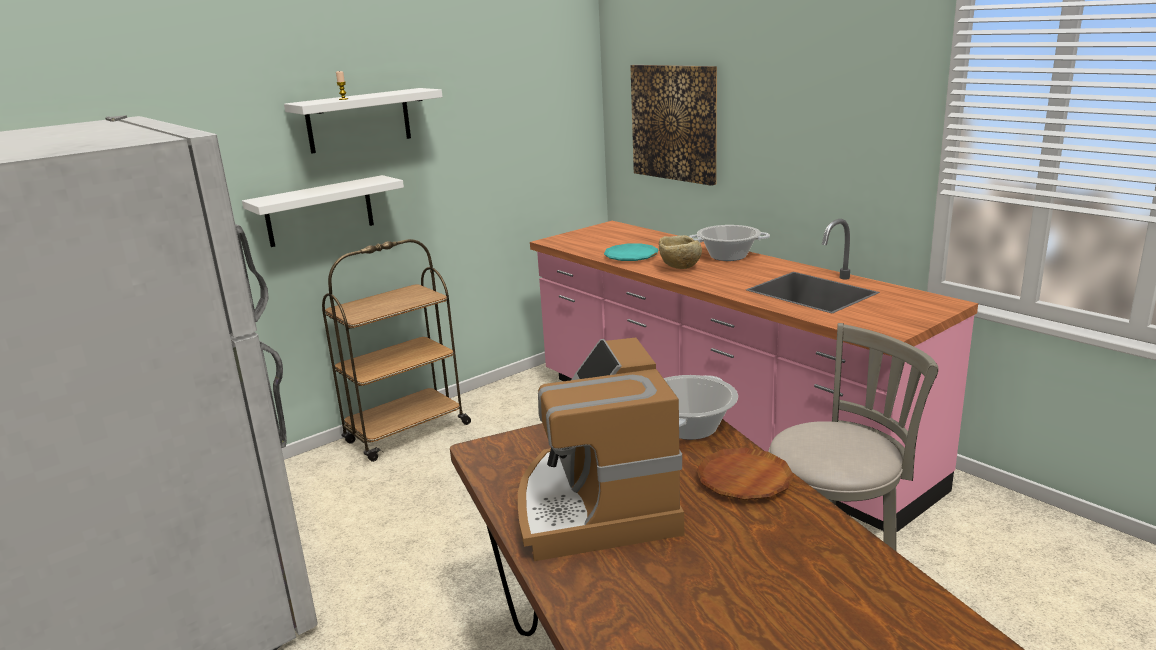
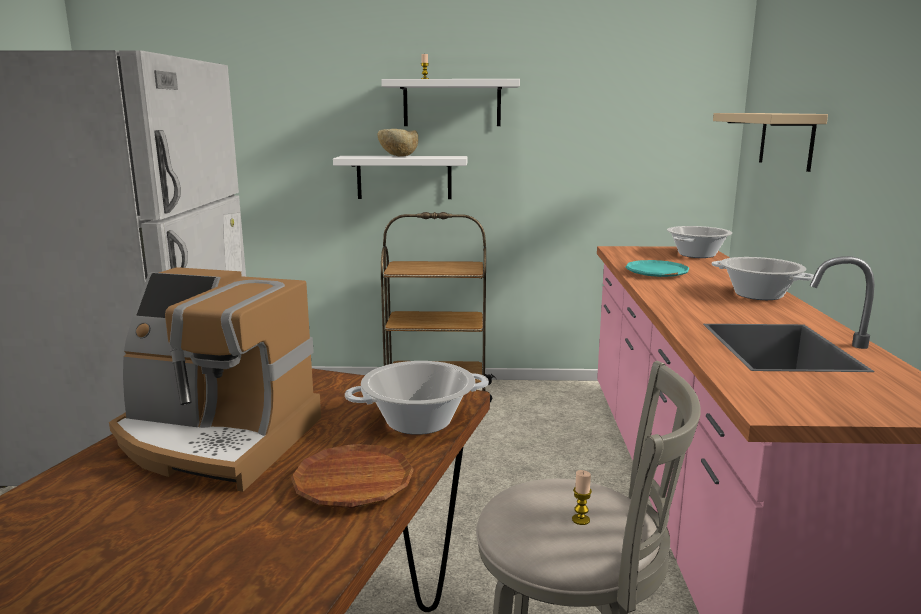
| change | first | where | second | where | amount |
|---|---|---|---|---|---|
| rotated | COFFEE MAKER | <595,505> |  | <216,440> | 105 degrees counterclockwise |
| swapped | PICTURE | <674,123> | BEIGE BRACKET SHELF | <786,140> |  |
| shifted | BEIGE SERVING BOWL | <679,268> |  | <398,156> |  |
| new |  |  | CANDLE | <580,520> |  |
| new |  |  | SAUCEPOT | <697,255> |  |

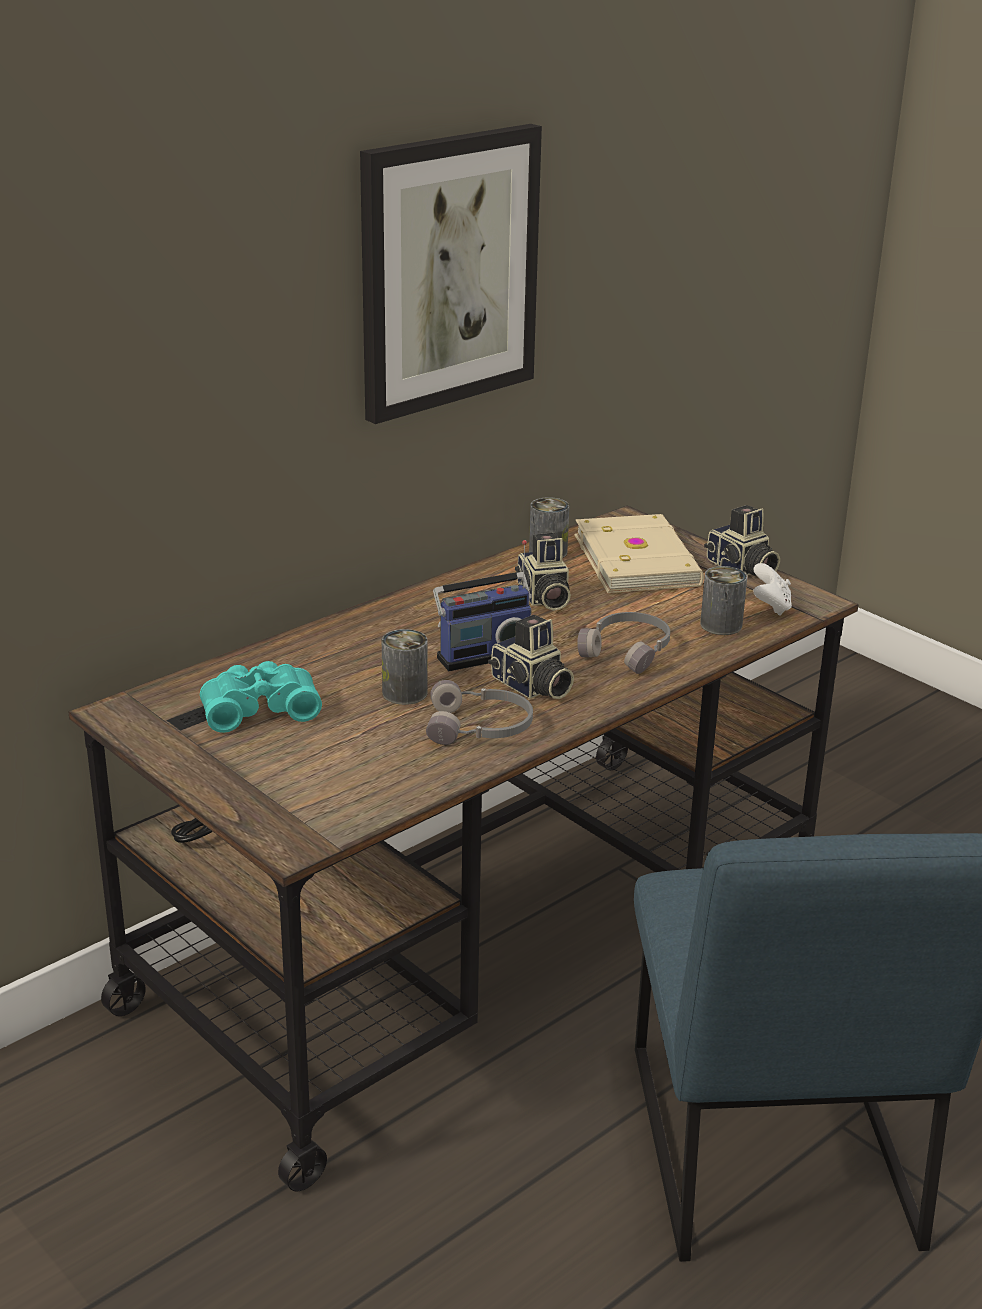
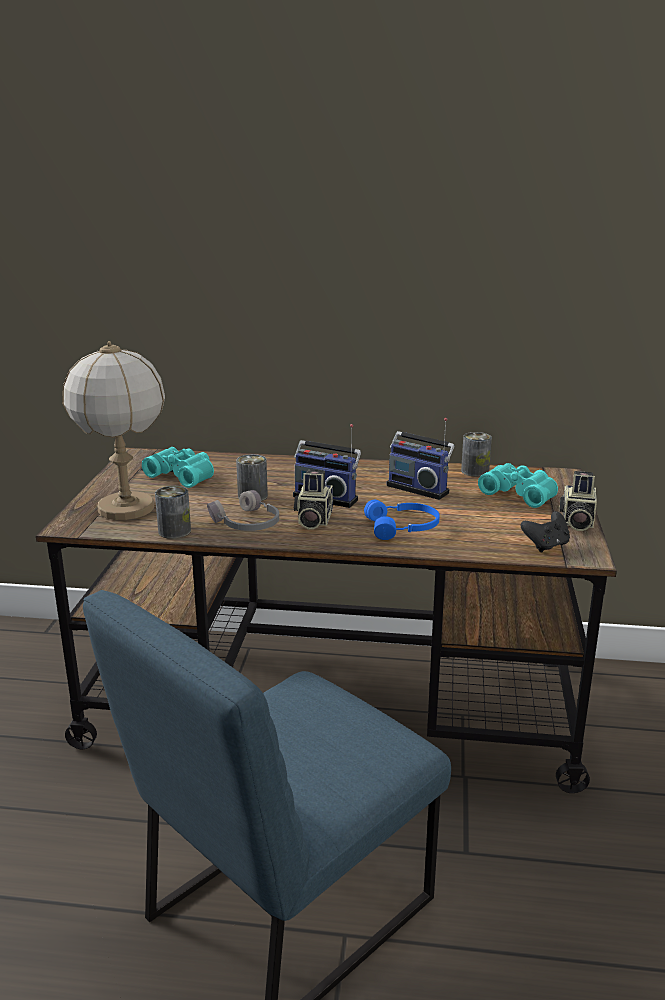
| change | first | where | second | where | amount |
|---|---|---|---|---|---|
| gone | PICTURE | <448,271> |  |  |  |
| swapped | STILL CAMERA | <543,598> | RADIO | <419,488> |  |
| swapped | BEIGE VOLUME | <639,560> | TURQUOISE-COLOURED PAIR OF BINOCULARS | <520,493> |  |
| repainted | GREYISH PAIR OF HEADPHONES | <628,651> | BLUISH PAIR OF HEADPHONES | <403,528> |  |
| shifted | CAN | <721,625> |  | <174,531> |  |
| repainted | WHITISH GAMEPAD | <770,607> | BLACKISH GAMEPAD | <546,546> |  |
| new |  |  | TABLETOP LAMP | <125,508> |  |

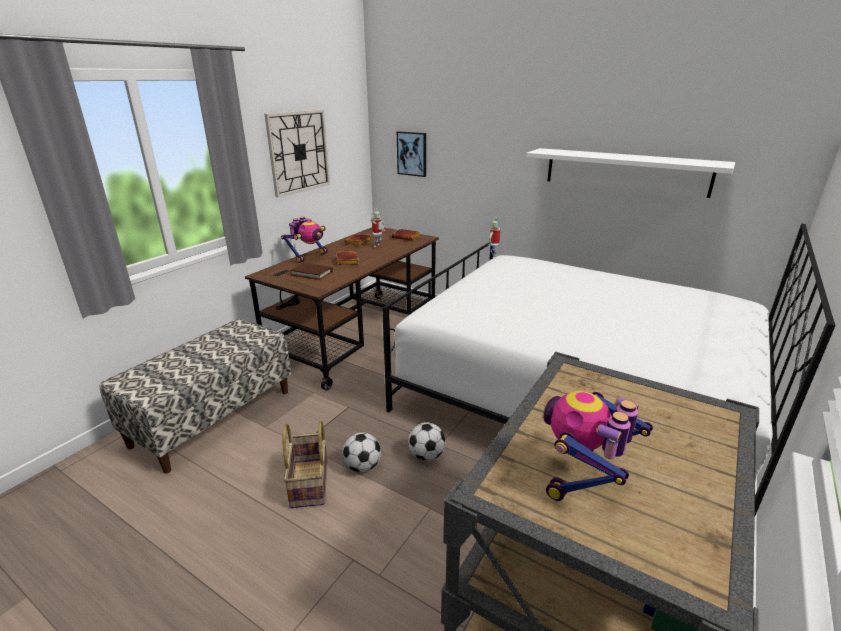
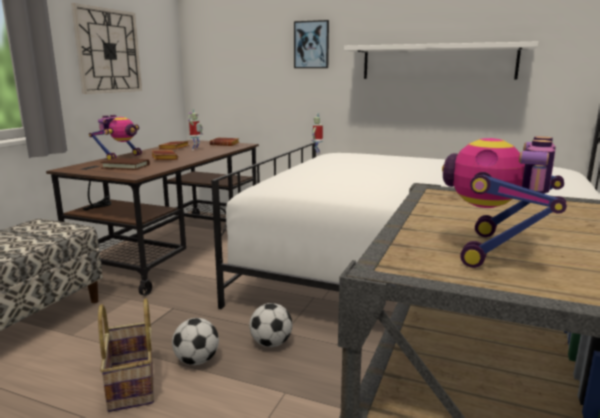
| change | first | where | second | where | amount |
|---|---|---|---|---|---|
| shifted | PICTURE | <412,154> |  | <311,44> |  |

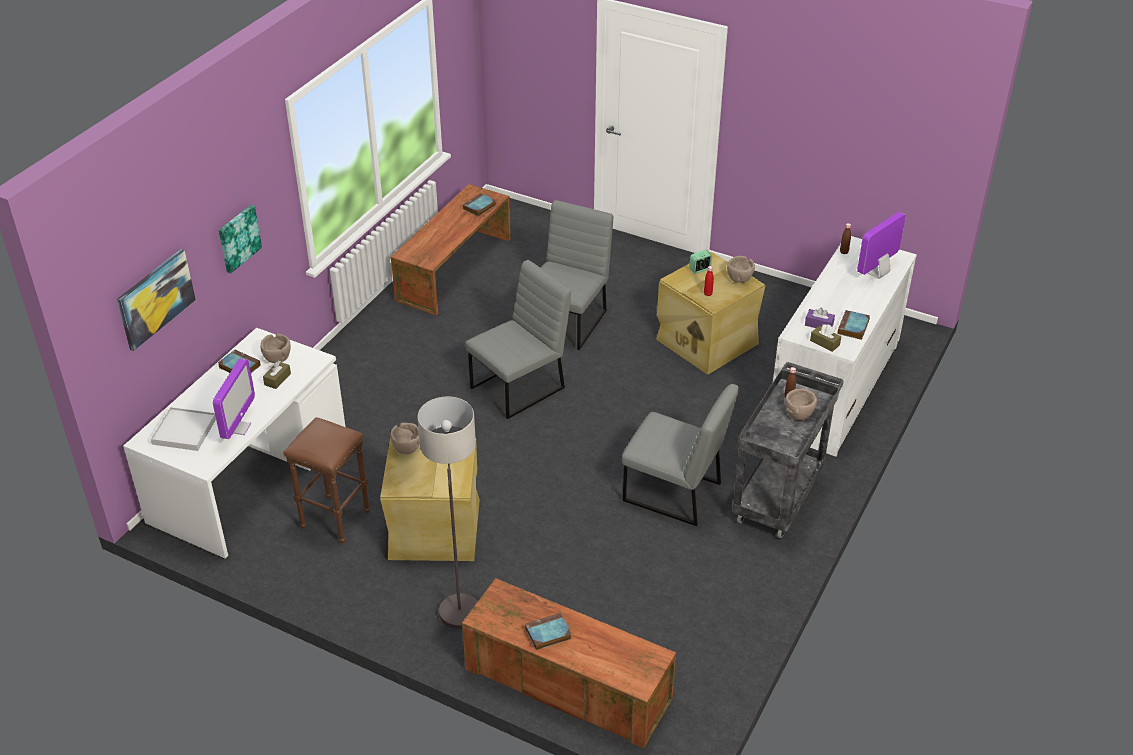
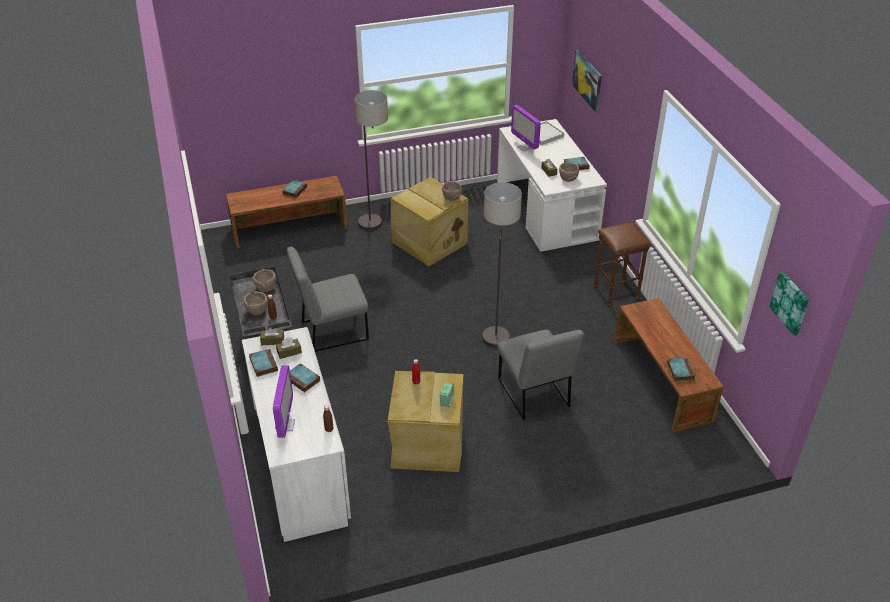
| change | first | where | second | where | amount |
|---|---|---|---|---|---|
| shifted | PICTURE | <238,238> |  | <790,303> |  |
| shifted | BROWN STOOL SEAT | <335,520> |  | <615,293> |  |
| swapped | GREYISH PLAIN CHAIR | <520,387> | GREYISH STANDING LAMP | <496,332> |  |
| shifted | BROWN SERVING BOWL | <739,278> |  | <266,287> |  |
| repainted | PURPLE TISSUE BOX | <819,324> | BROWN TISSUE BOX | <289,352> |  |
| new |  |  | VOLUME | <303,380> |  |

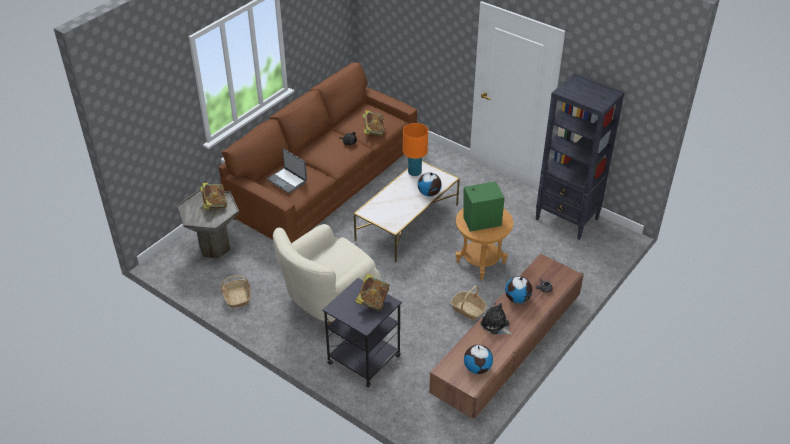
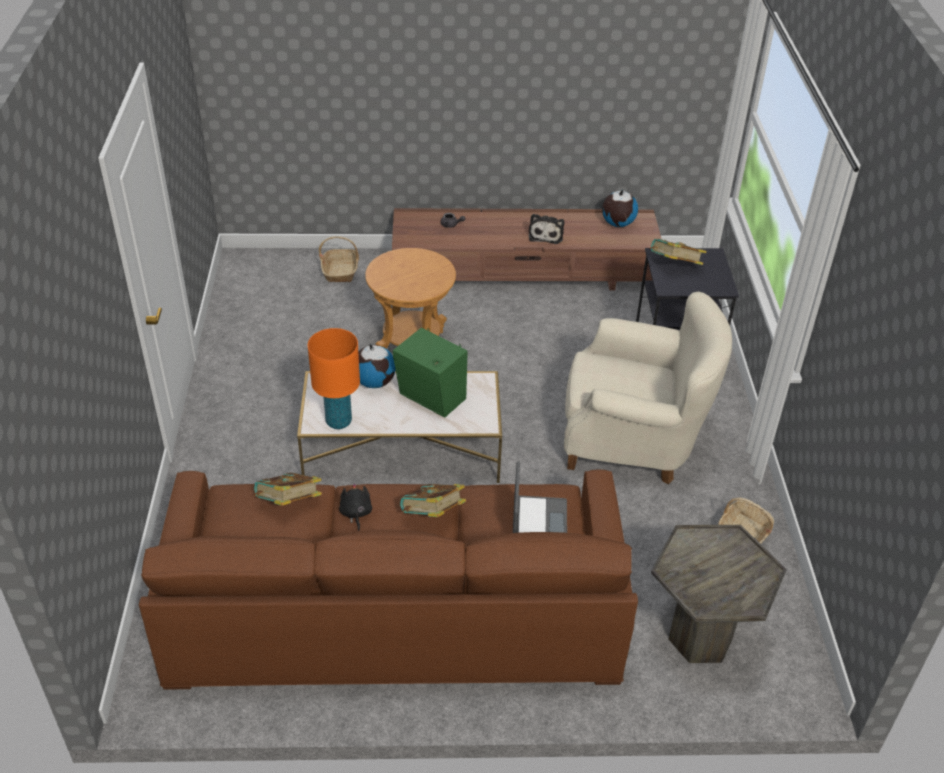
| change | first | where | second | where | amount |
|---|---|---|---|---|---|
| shifted | VOLUME | <214,204> |  | <432,515> |  |
| shifted | HOUSEHOLD BASKET | <468,309> |  | <340,271> |  |
| shifted | GREEN-COLOURED LOUDSPEAKER | <481,220> |  | <431,398> |  |
| gone | DESK GLOBE | <517,299> |  |  |  |
| gone | BLACKISH BOOKCASE | <567,219> |  |  |  |

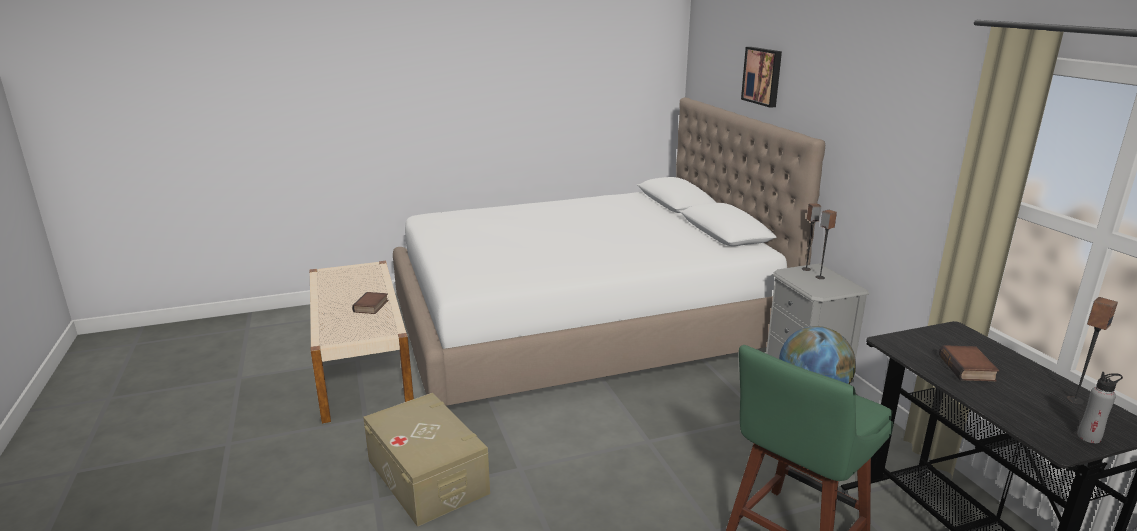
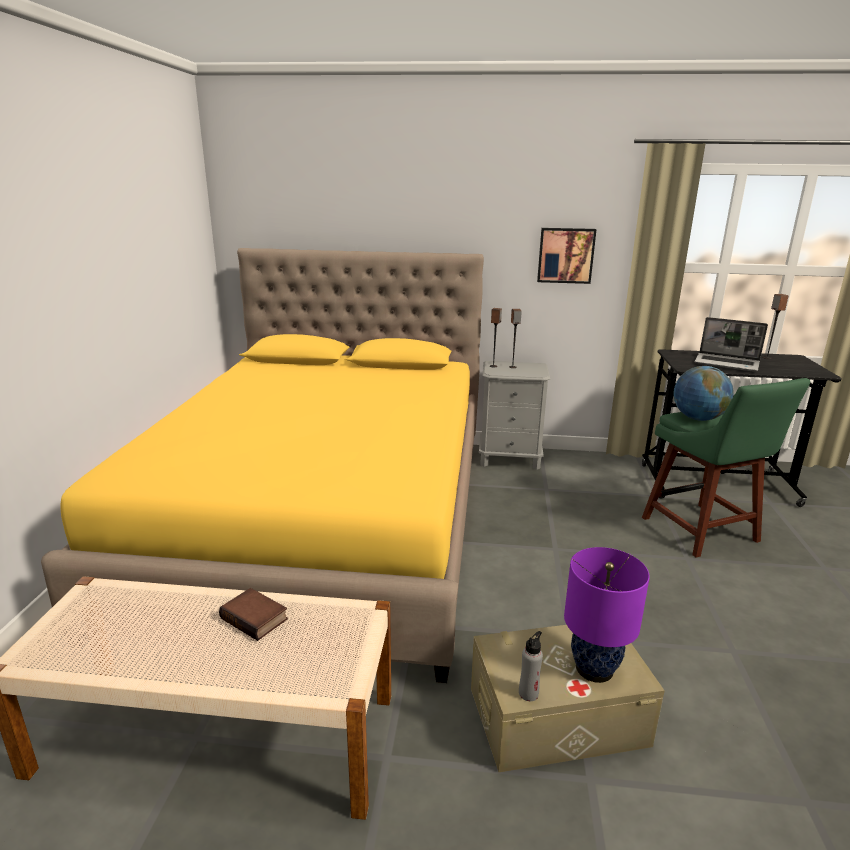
| change | first | where | second | where | amount |
|---|---|---|---|---|---|
| repainted | WHITISH SLEEPING BED | <585,329> | YELLOW-COLOURED SLEEPING BED | <326,520> |  |
| shifted | PICTURE | <763,76> |  | <565,255> |  |
| swapped | VOLUME | <968,368> | NOTEBOOK COMPUTER | <727,363> |  |
| shifted | GREYISH BOTTLE | <1089,437> |  | <528,693> |  |
| new |  |  | PURPLE TABLETOP LAMP | <594,668> |  |

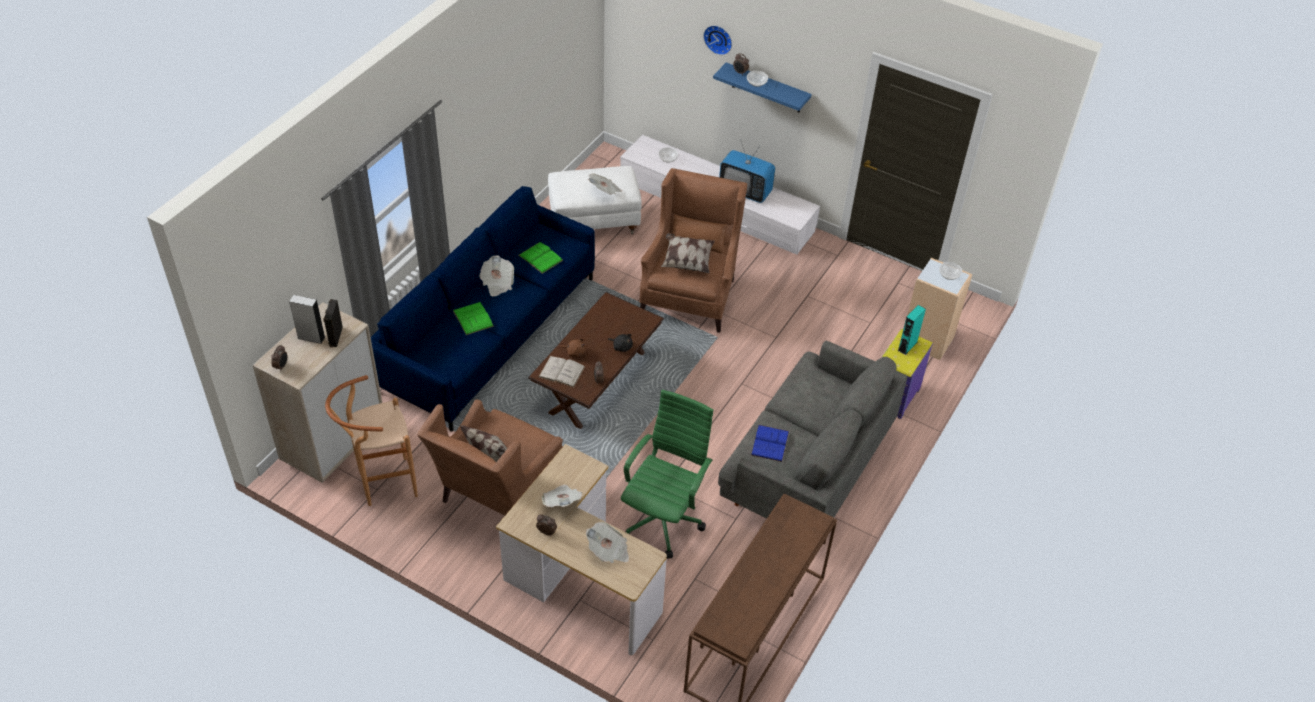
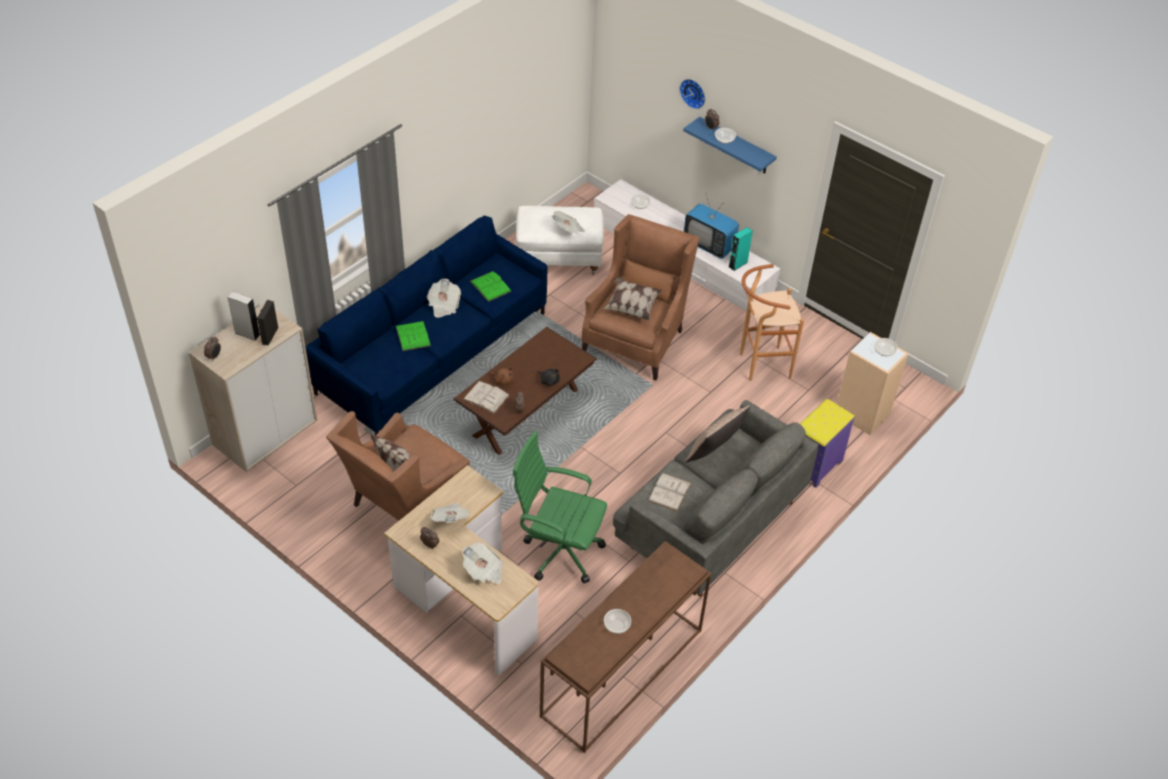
| change | first | where | second | where | amount |
|---|---|---|---|---|---|
| shifted | BROWN STOOL SEAT | <382,484> |  | <759,365> |  |
| rotated | GREEN-COLOURED DESK CHAIR | <663,519> |  | <559,551> | 105 degrees counterclockwise |
| repainted | BLUISH VOLUME | <770,443> | WHITISH VOLUME | <669,492> |  |
| shifted | TURQUOISE-COLOURED LOUDSPEAKER | <907,346> |  | <738,264> |  |
| new |  |  | SERVING BOWL | <616,626> |  |
| new |  |  | THROW PILLOW | <714,452> |  |

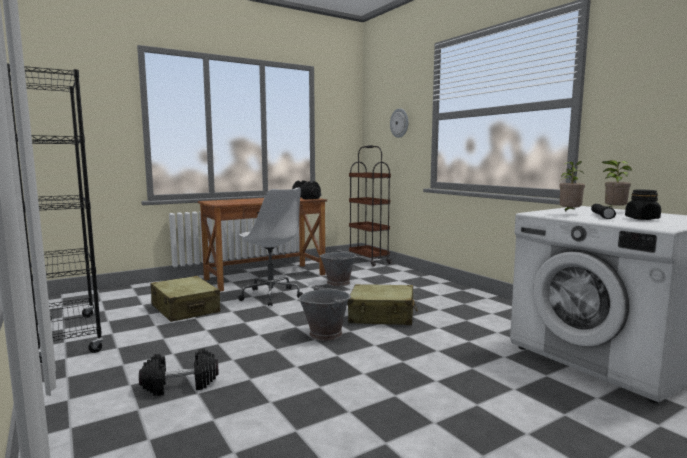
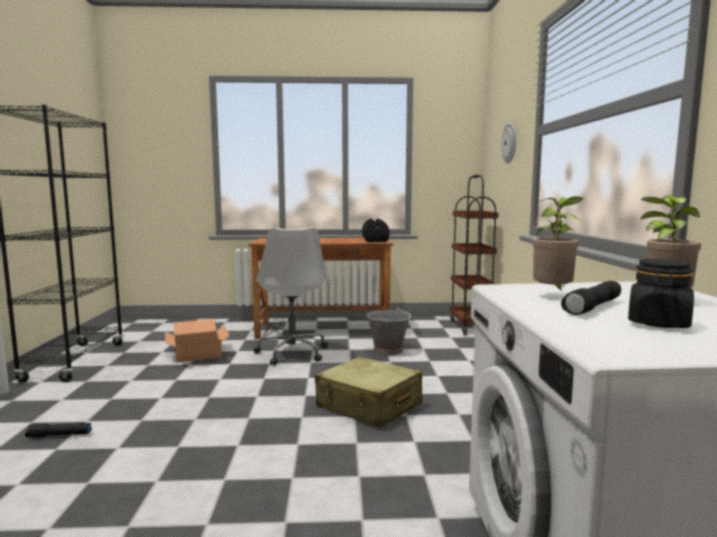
| change | first | where | second | where | amount |
|---|---|---|---|---|---|
| swapped | BLACKISH DUMBBELL | <180,385> | BLACKISH HAND TORCH | <58,436> |  |
| swapped | BEIGE SUITCASE | <185,309> | PACKING BOX | <196,353> |  |
| gone | GREYISH BUCKET | <325,334> |  |  |  |

